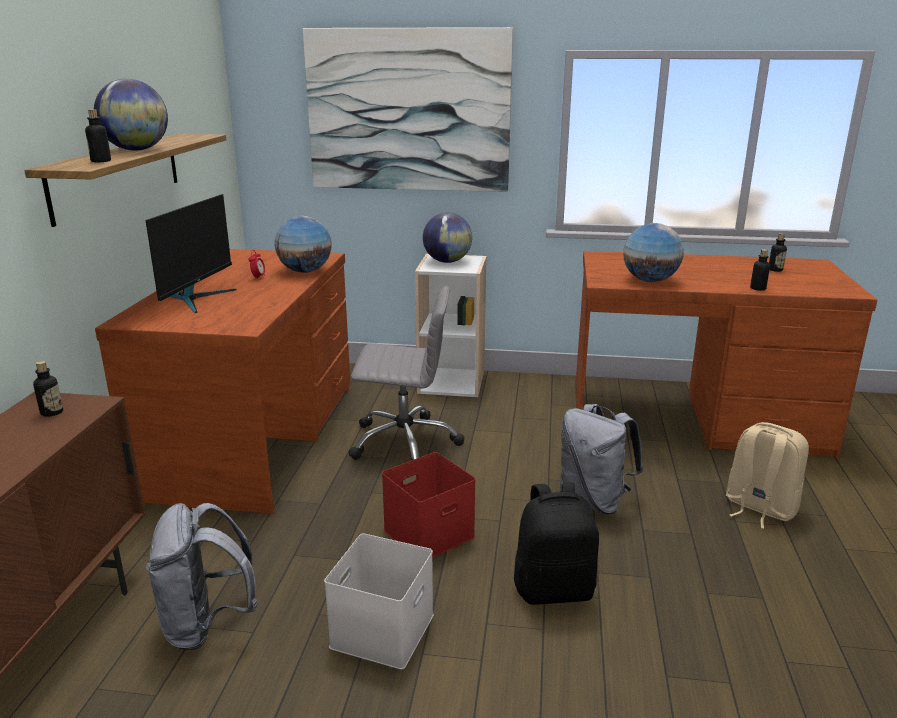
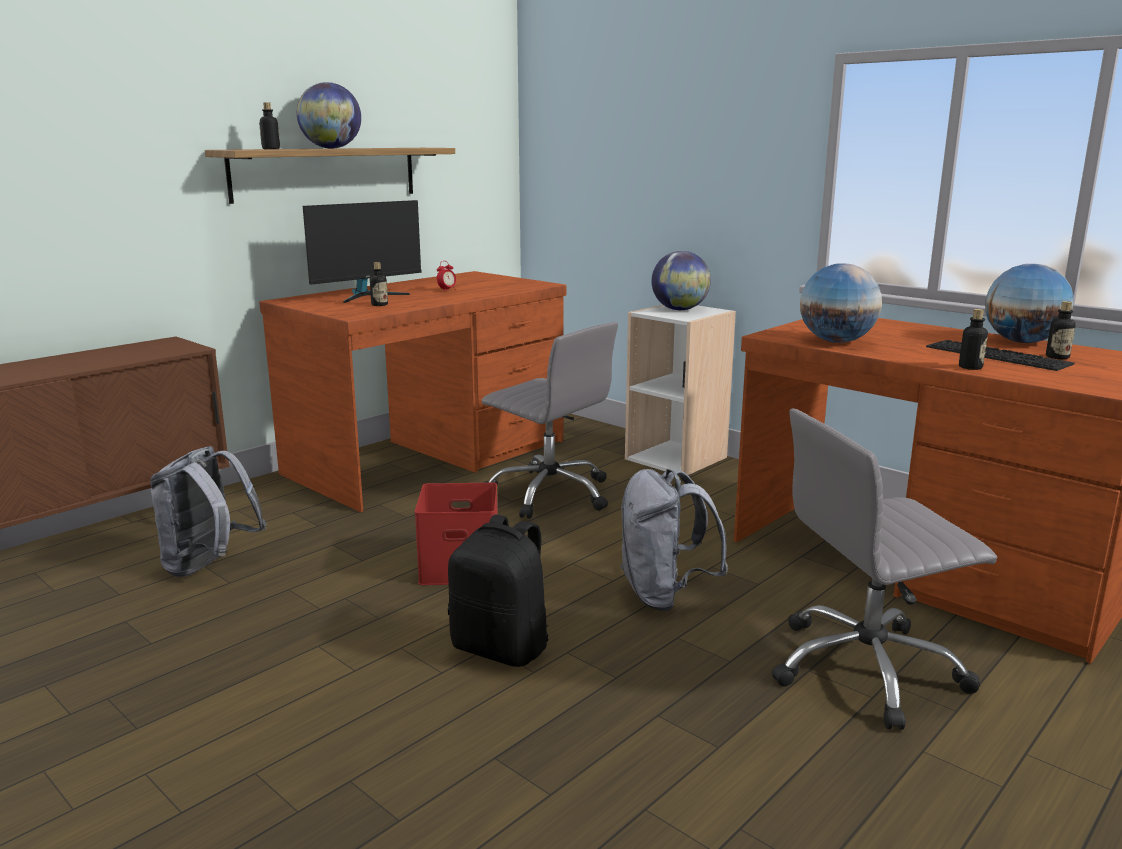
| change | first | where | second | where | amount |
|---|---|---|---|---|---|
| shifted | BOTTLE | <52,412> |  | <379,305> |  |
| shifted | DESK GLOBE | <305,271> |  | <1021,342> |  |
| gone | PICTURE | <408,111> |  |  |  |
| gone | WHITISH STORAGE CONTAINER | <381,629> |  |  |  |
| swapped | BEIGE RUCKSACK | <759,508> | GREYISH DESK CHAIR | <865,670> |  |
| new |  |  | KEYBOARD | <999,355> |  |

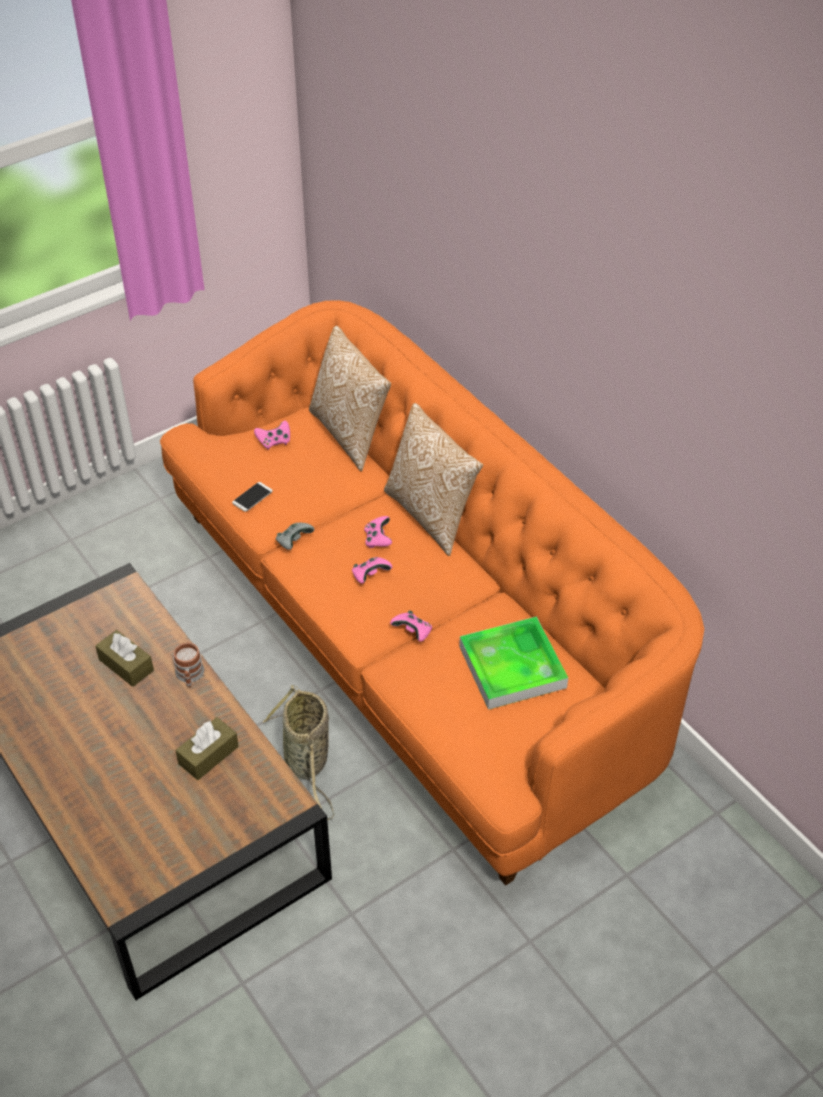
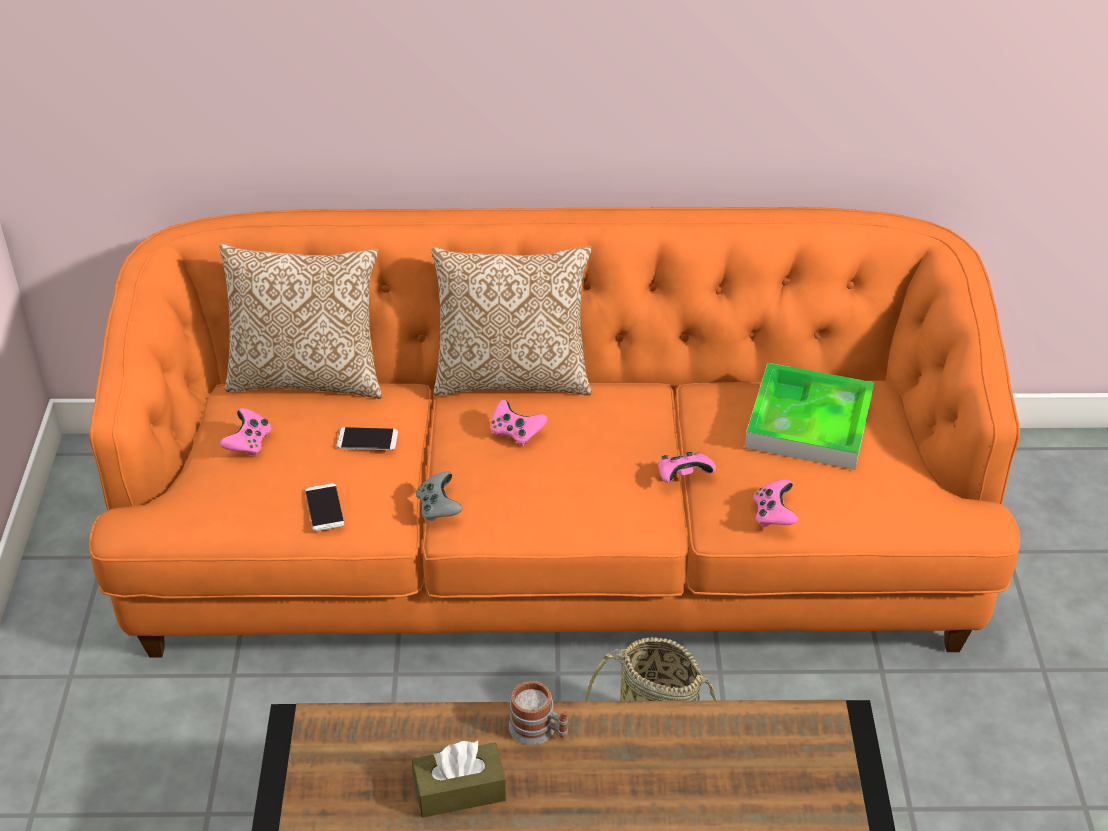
| change | first | where | second | where | amount |
|---|---|---|---|---|---|
| gone | BROWN TISSUE BOX | <208,755> |  |  |  |
| shifted | PINK GAMEPAD | <370,576> |  | <773,515> |  |
| new |  |  | PHONE | <367,439> |  |

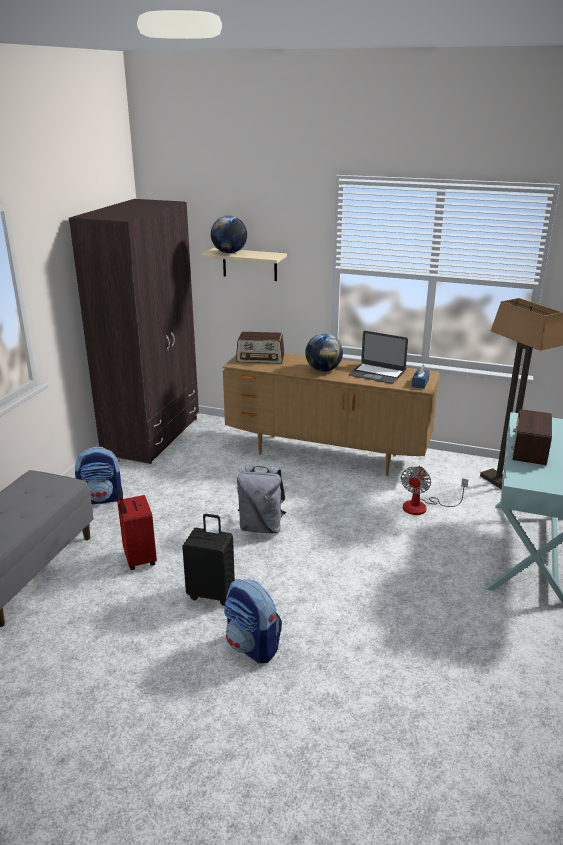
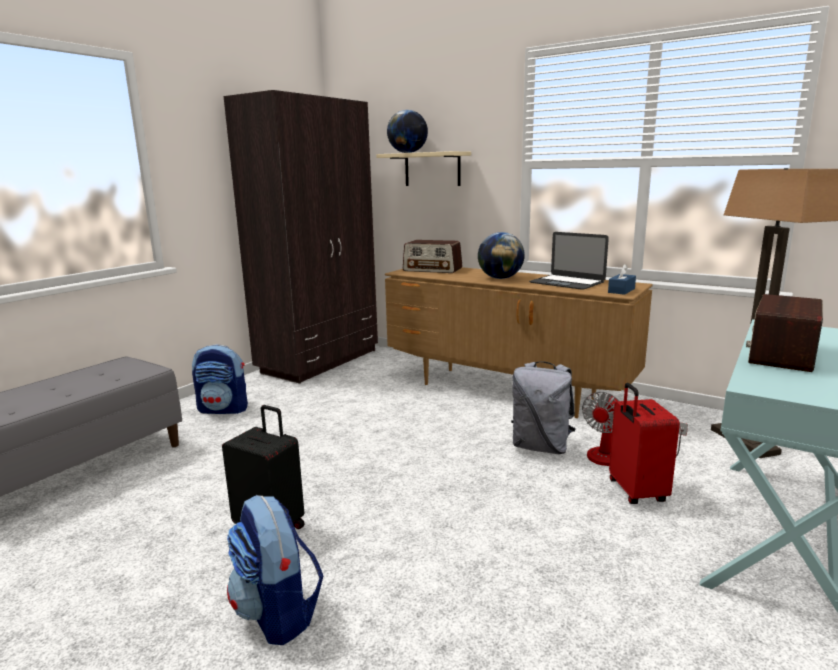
| change | first | where | second | where | amount |
|---|---|---|---|---|---|
| shifted | REDDISH SUITCASE | <138,559> |  | <635,492> |  |
| shifted | GREYISH RUCKSACK | <261,527> |  | <541,447> |  |

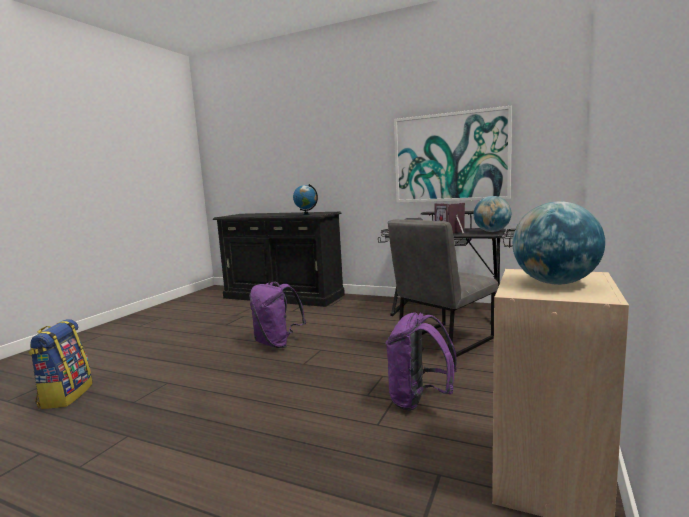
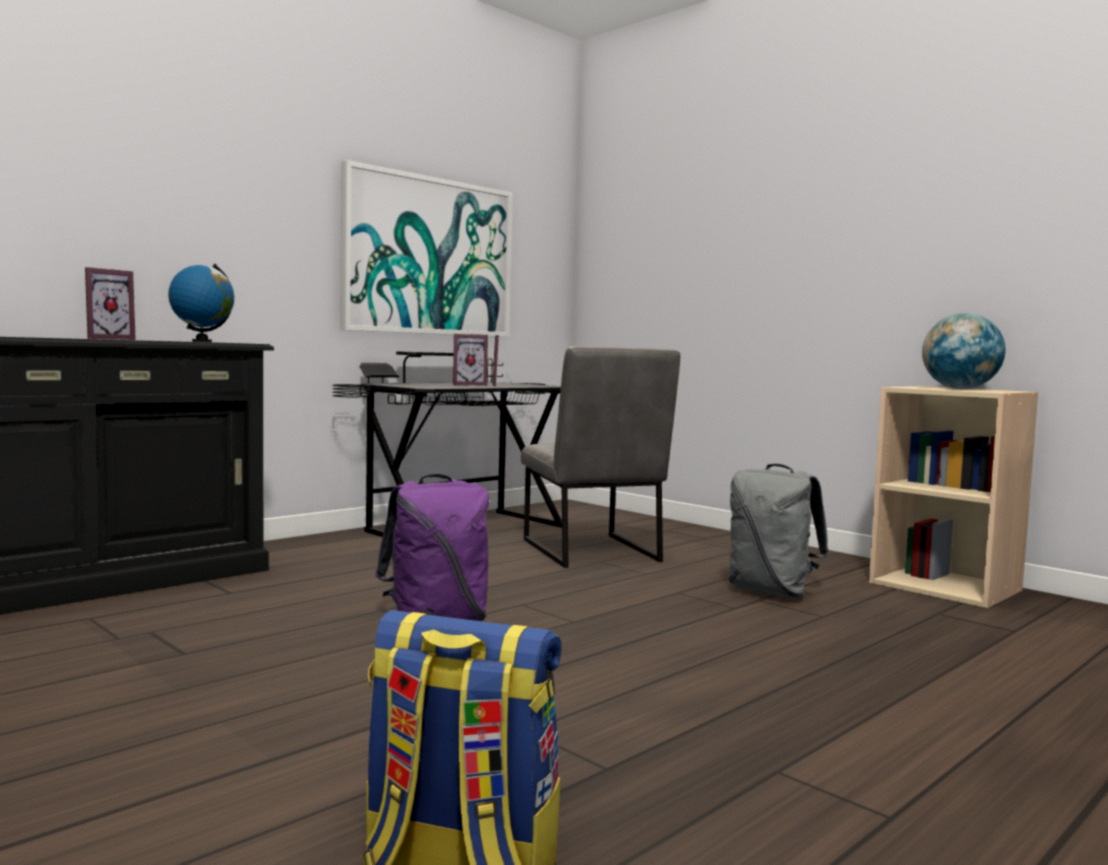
| change | first | where | second | where | amount |
|---|---|---|---|---|---|
| repainted | PURPLE RUCKSACK | <419,401> | GREYISH RUCKSACK | <772,592> |  |
| gone | DESK GLOBE | <491,231> |  |  |  |
| new |  |  | PICTURE FRAME | <106,339> |  |

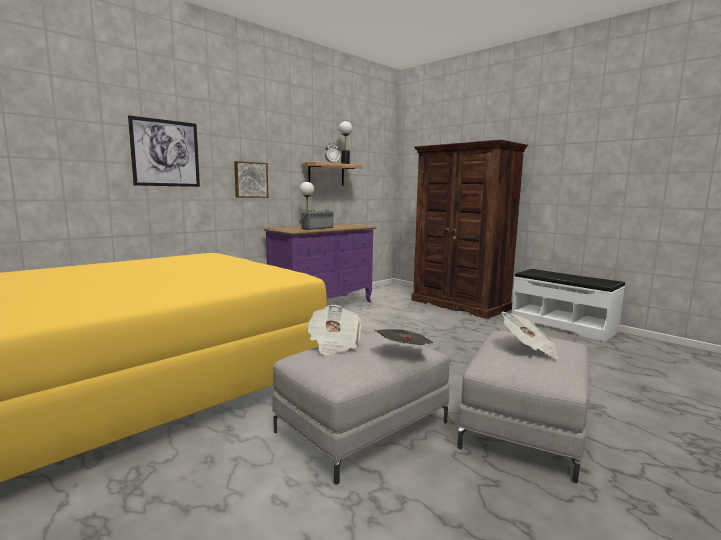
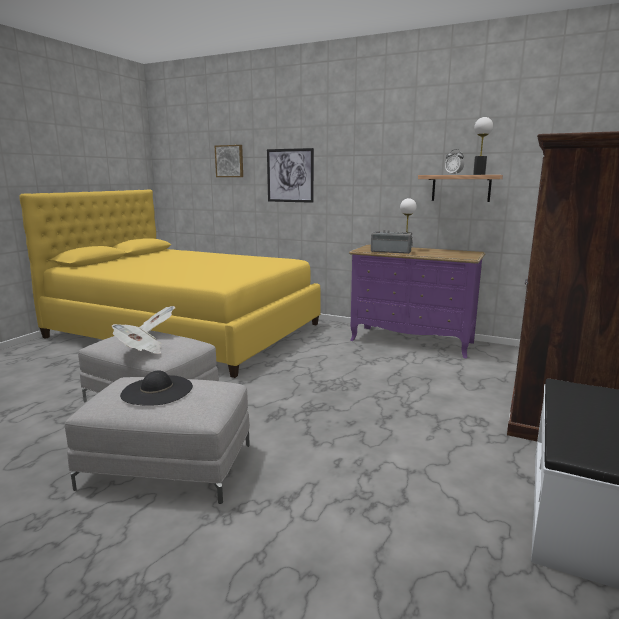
| change | first | where | second | where | amount |
|---|---|---|---|---|---|
| shifted | PICTURE | <250,180> |  | <229,161> |  |
| swapped | PRINTED PAPER | <529,349> | BLACKISH WEARABLE HAT | <157,390> |  |

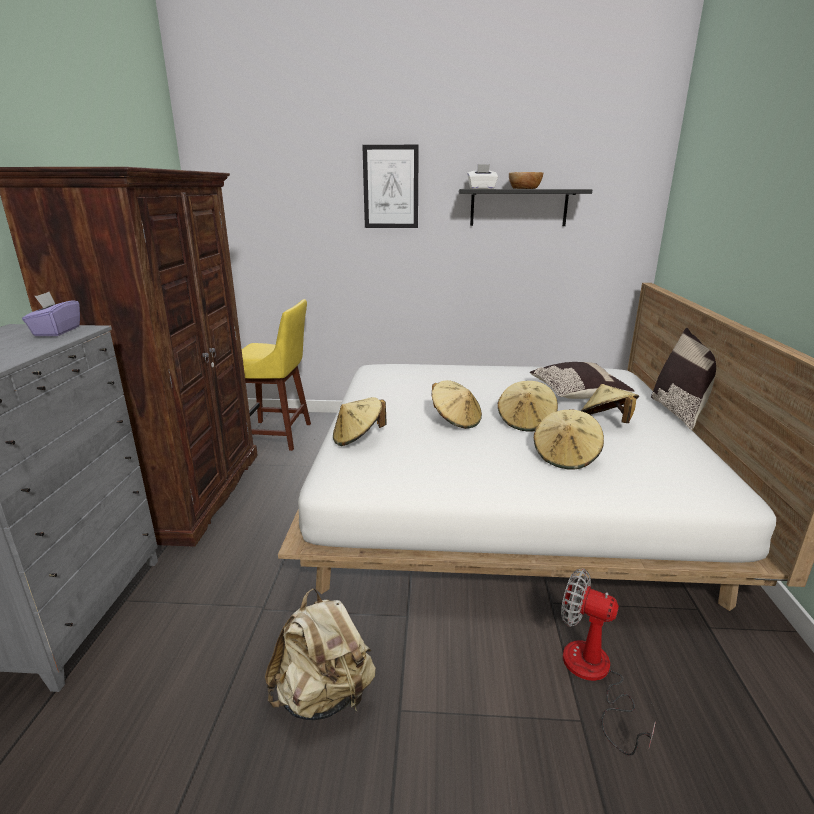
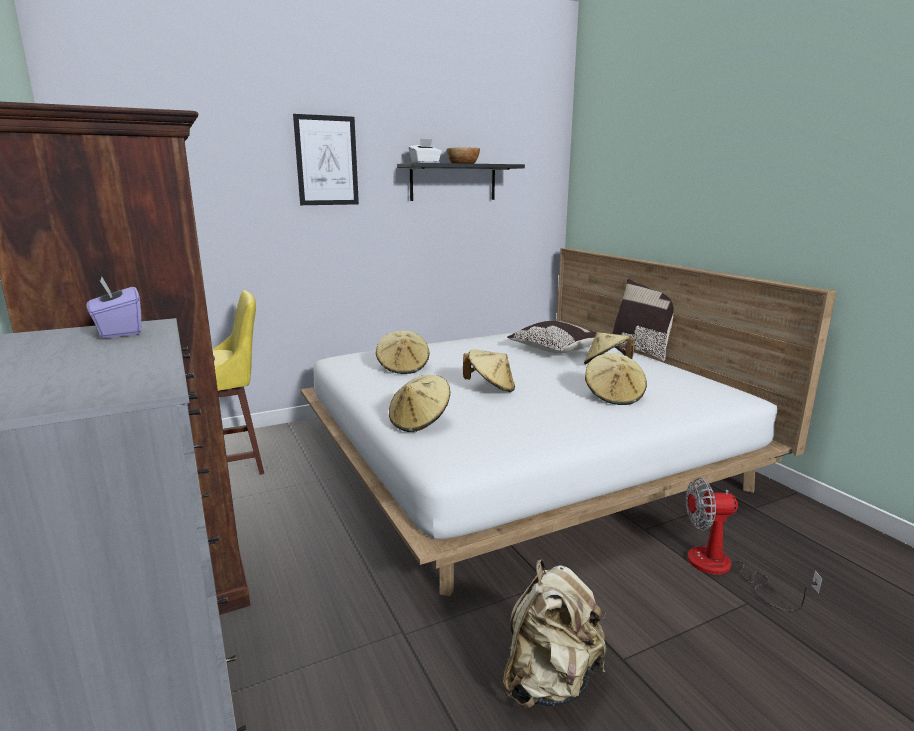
| change | first | where | second | where | amount |
|---|---|---|---|---|---|
| shifted | BEIGE WEARABLE HAT | <526,422> |  | <403,367> |  |

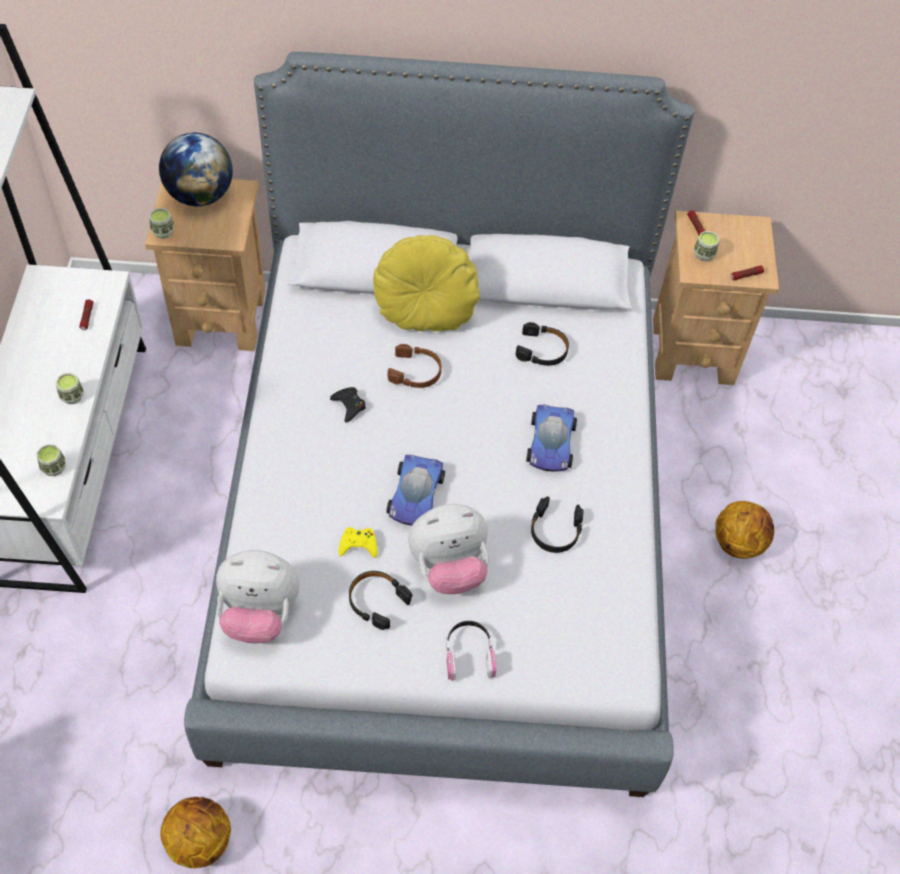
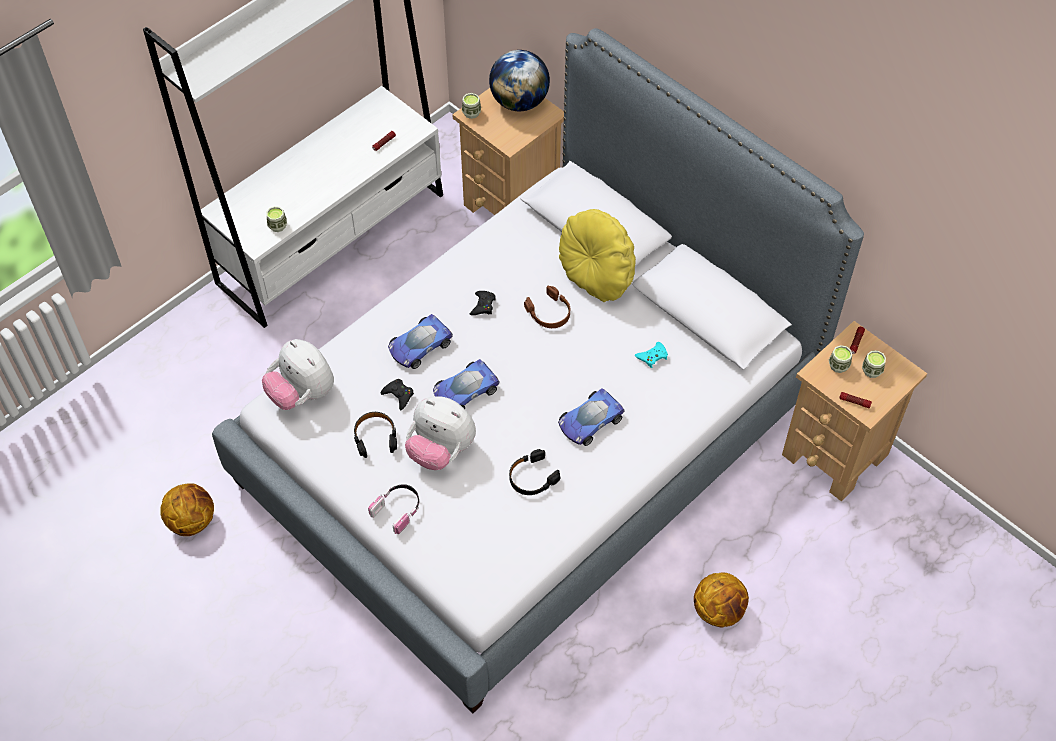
| change | first | where | second | where | amount |
|---|---|---|---|---|---|
| shifted | DRINKING CUP | <72,396> |  | <871,371> |  |
| repainted | YELLOW-COLOURED GAMEPAD | <358,545> | BLACKISH GAMEPAD | <398,395> |  |
| swapped | BLACKISH PAIR OF HEADPHONES | <542,350> | TURQUOISE-COLOURED GAMEPAD | <652,356> |  |
| new |  |  | MODEL CAR | <419,346> |  |

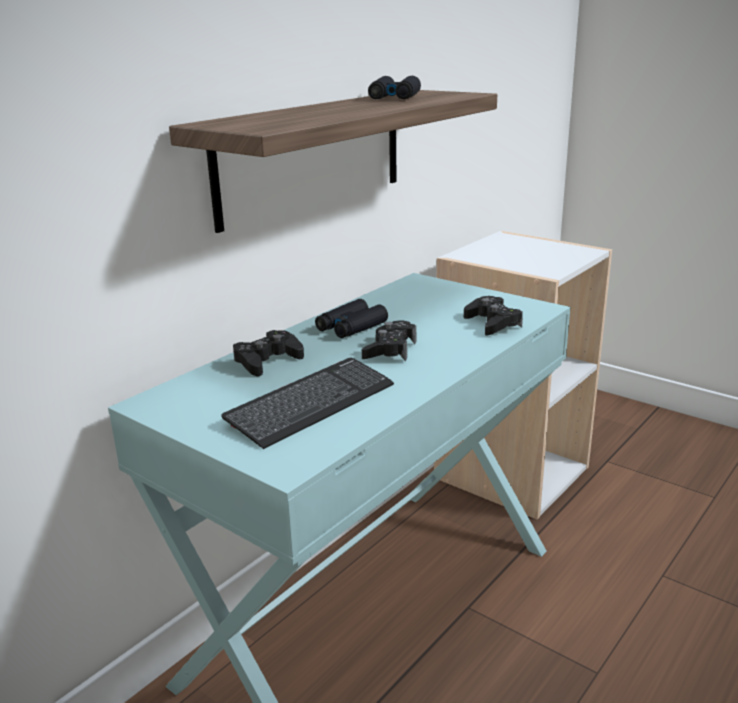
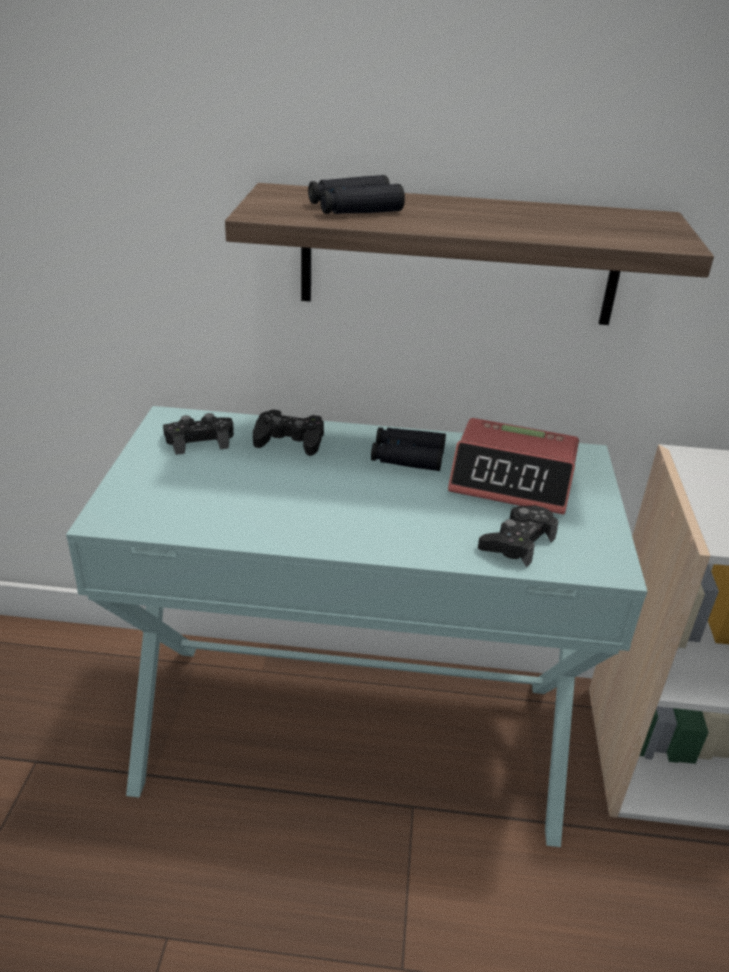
| change | first | where | second | where | amount |
|---|---|---|---|---|---|
| gone | KEYBOARD | <311,404> |  |  |  |
| shifted | BLACKISH GAMEPAD | <390,350> |  | <199,440> |  |
| shifted | BLACKISH PAIR OF BINOCULARS | <394,98> |  | <354,208> |  |
| new |  |  | ALARM CLOCK | <512,480> |  |

